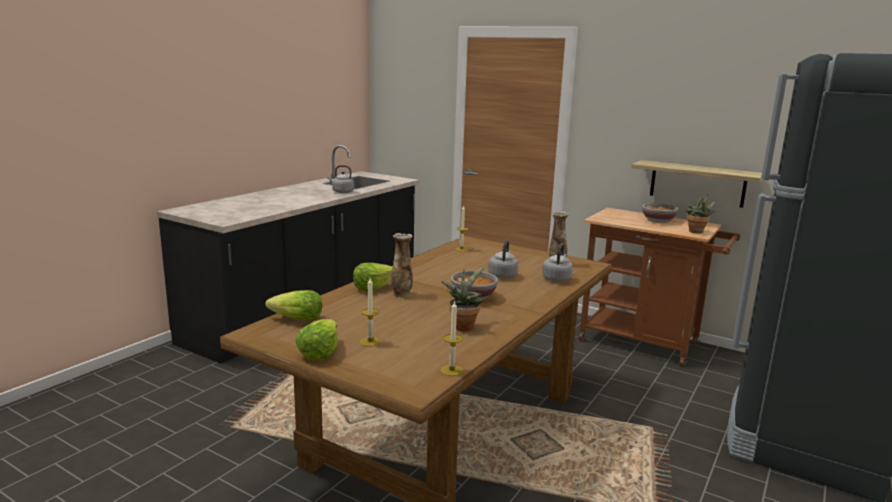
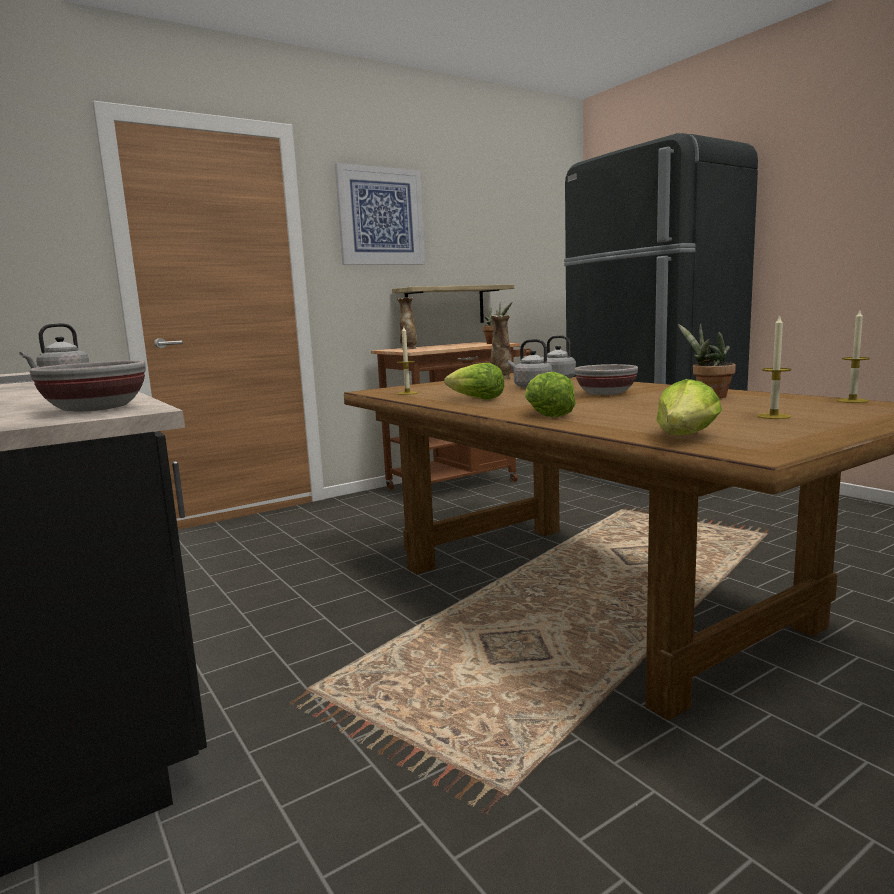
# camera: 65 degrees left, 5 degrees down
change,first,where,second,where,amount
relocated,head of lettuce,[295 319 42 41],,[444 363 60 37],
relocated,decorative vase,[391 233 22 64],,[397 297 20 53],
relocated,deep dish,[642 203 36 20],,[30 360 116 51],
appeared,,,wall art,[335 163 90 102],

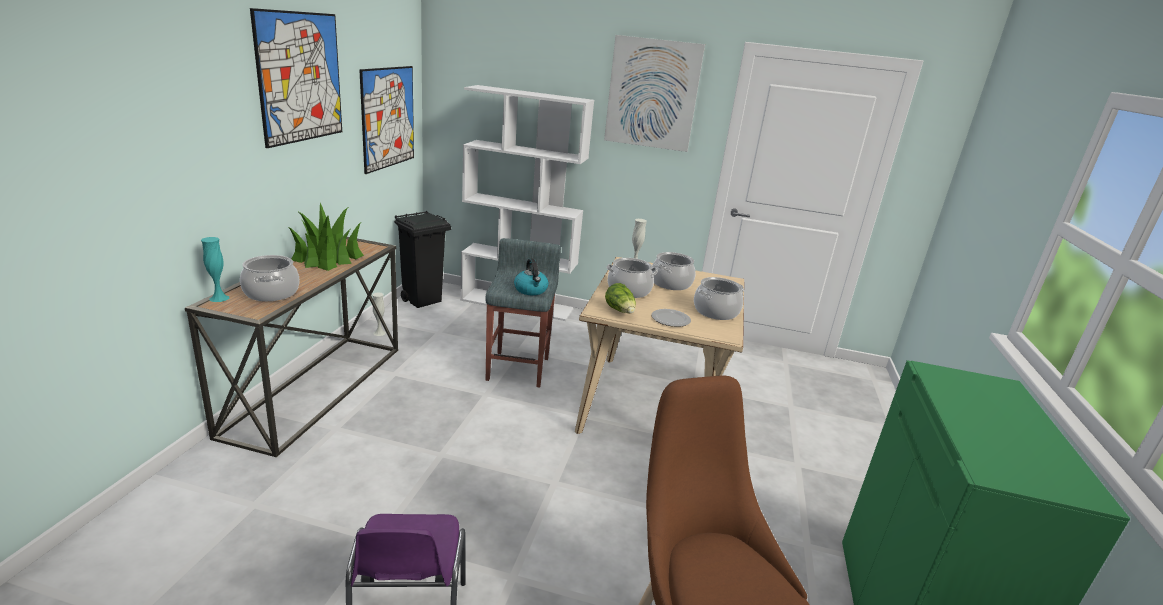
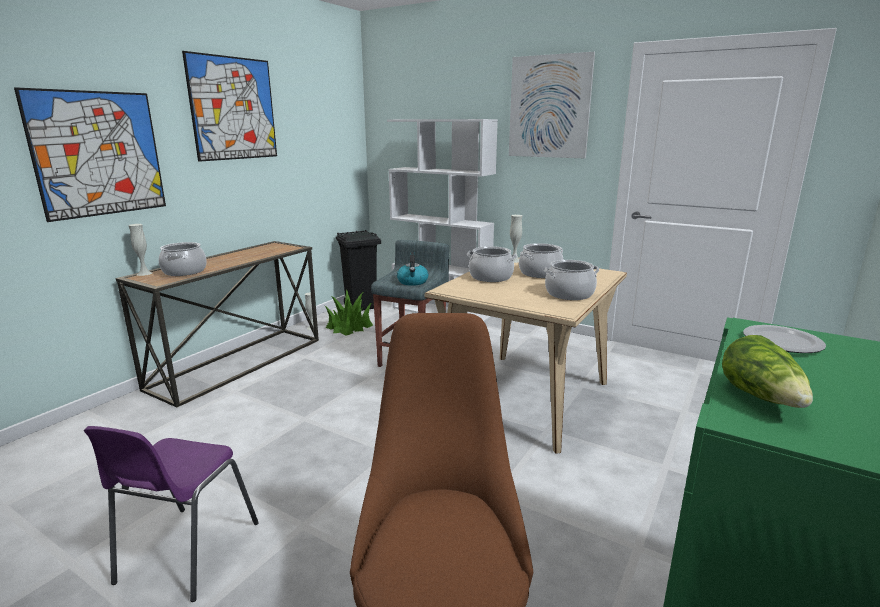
# camera: 20 degrees right, 5 degrees down
change,first,where,second,where,amount
colour,turquoise decorative vase,[201 237 28 65],white-coloured decorative vase,[128 224 24 52],
relocated,potted plant,[287 203 77 68],,[324 289 49 47],
relocated,wall art,[359 66 55 108],,[14 87 152 135],
relocated,head of lettuce,[605 283 31 30],,[722 335 91 73],
relocated,plate,[652 309 39 18],,[743 325 83 28],

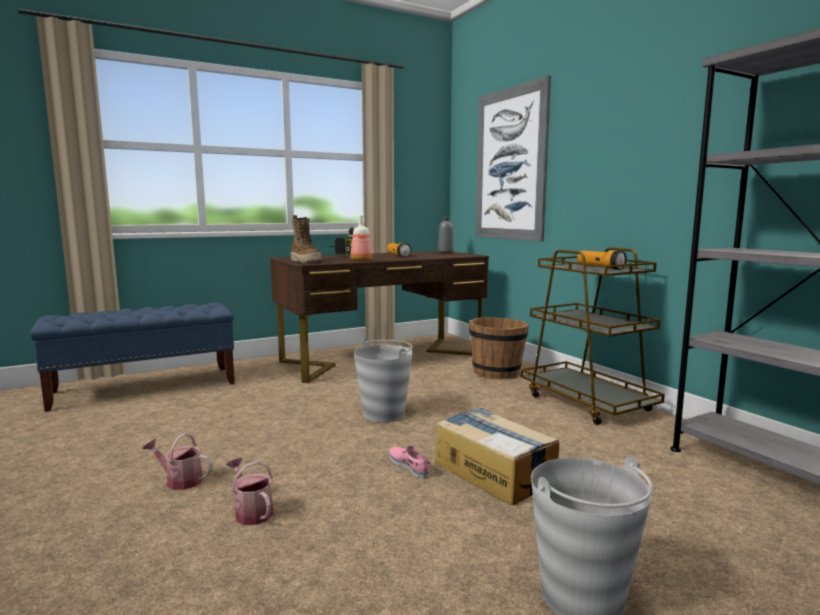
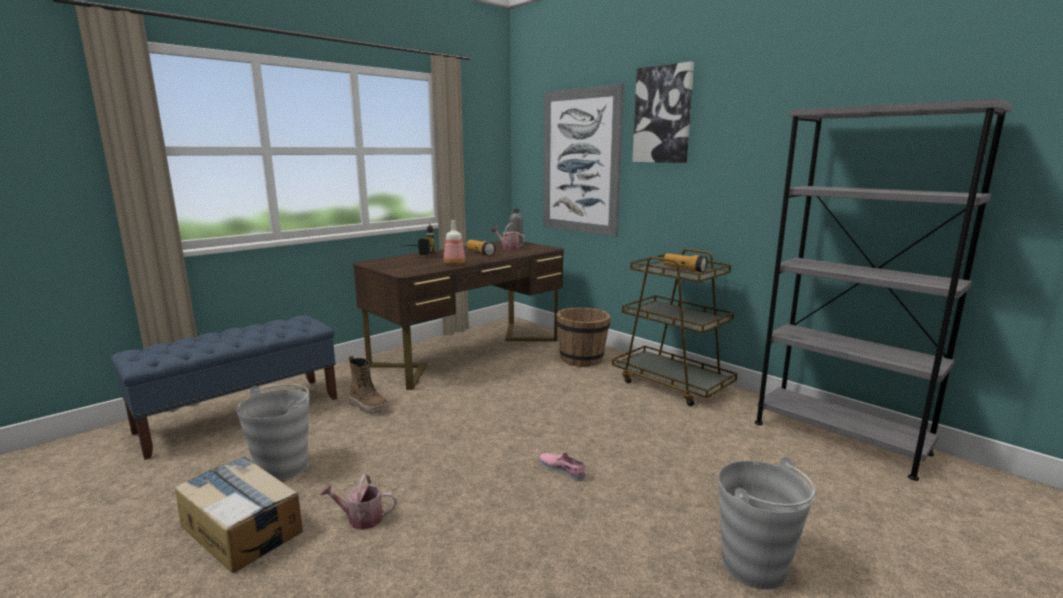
# camera: 15 degrees left, 5 degrees up
change,first,where,second,where,amount
relocated,watering can,[227 458 47 67],,[491 223 34 28],
relocated,tall boot,[290 215 31 48],,[349 355 39 59],
relocated,grey pail,[354 338 59 84],,[237 384 72 97],
relocated,carton,[435 408 124 97],,[175 456 128 117],
appeared,,,wall art,[632 62 62 101],

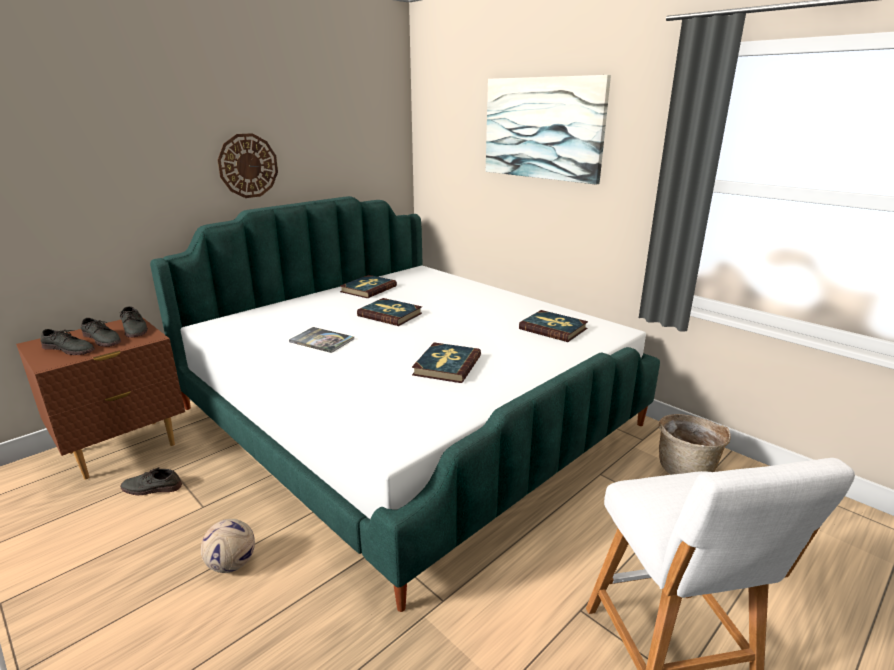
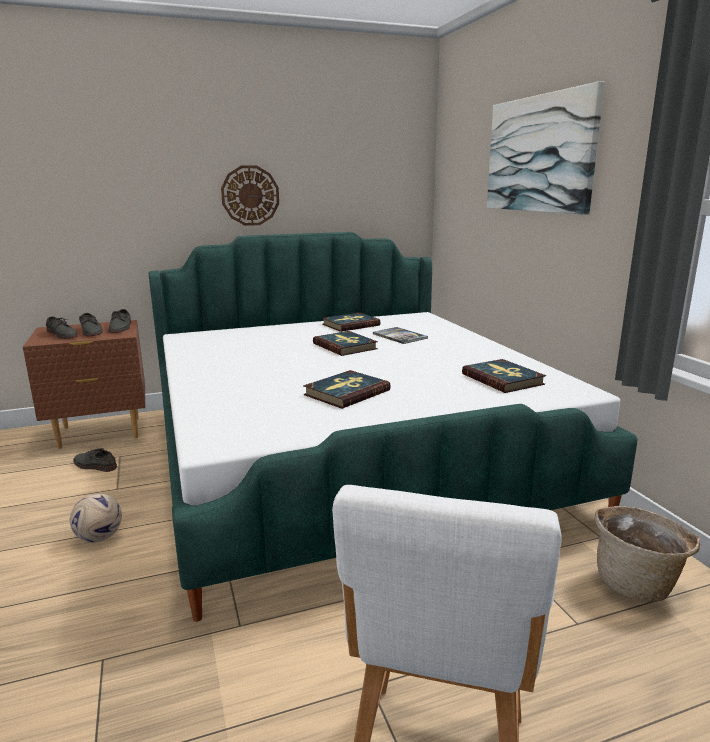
# camera: 25 degrees right, 5 degrees down
change,first,where,second,where,amount
relocated,volume,[289 327 65 26],,[373 327 55 17],

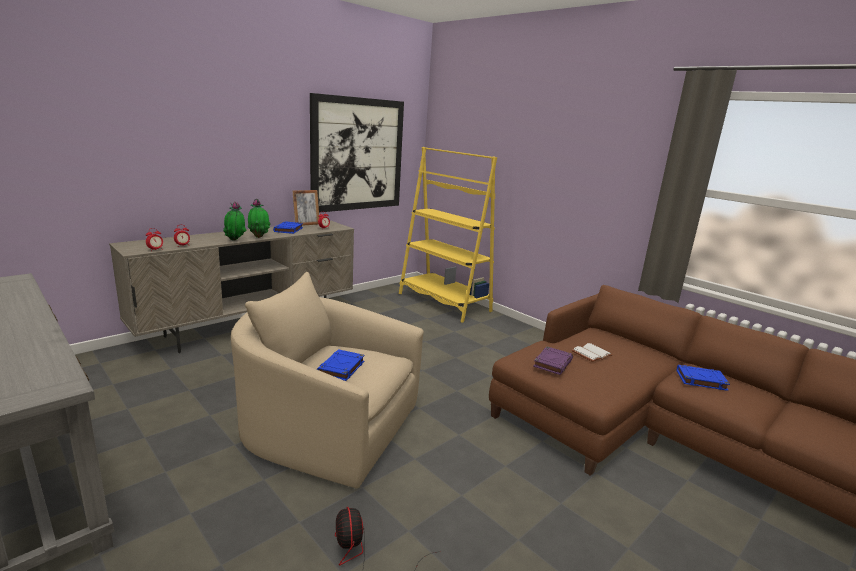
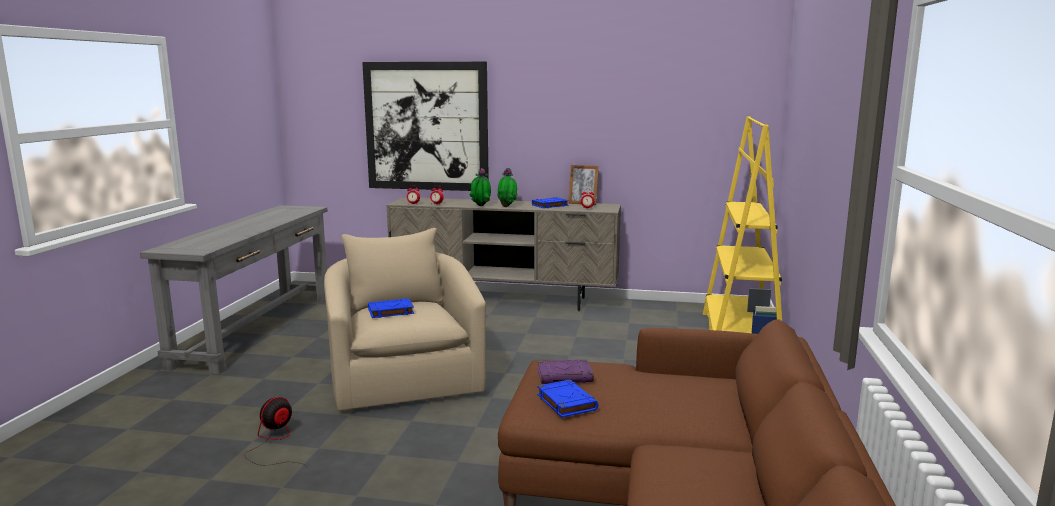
# camera: 55 degrees right, 5 degrees down
change,first,where,second,where,amount
relocated,wall art,[310 93 94 120],,[362 62 127 129],
missing,white-coloured volume,[572 343 40 19],,,
relocated,blue volume,[677 365 53 26],,[537 380 61 37],

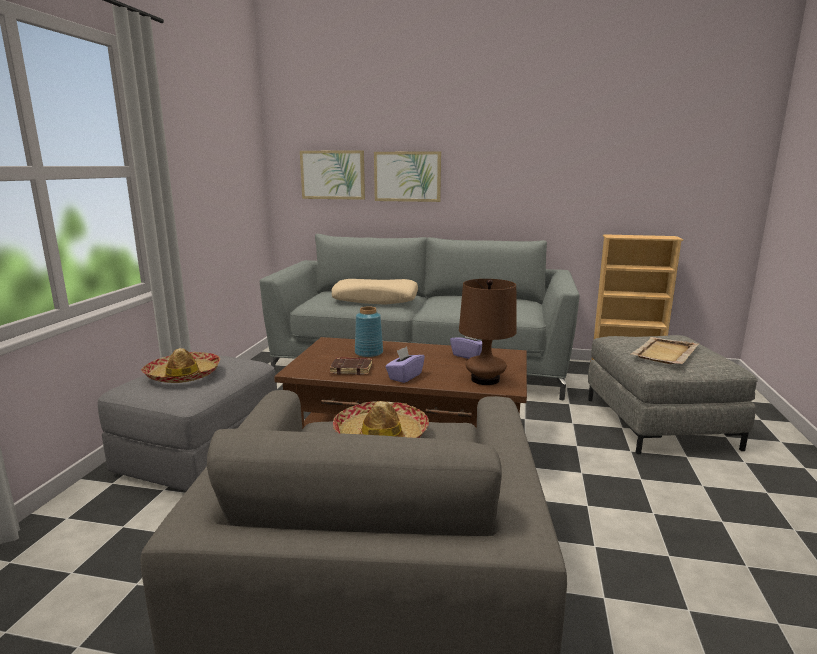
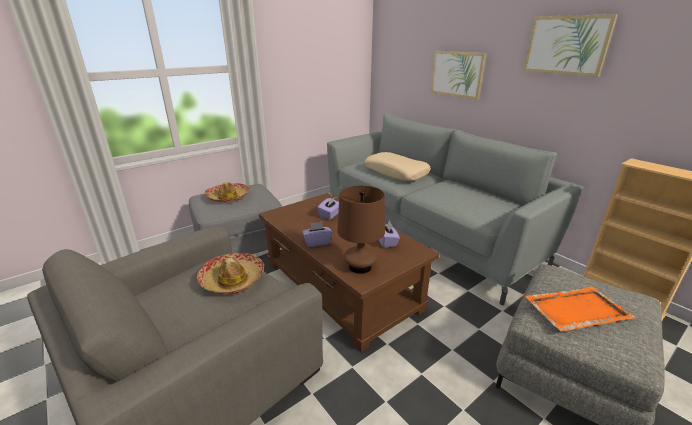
# camera: 40 degrees right, 10 degrees up
change,first,where,second,where,amount
relocated,wall art,[300 150 65 50],,[524 14 94 63],
missing,brownish volume,[329 357 43 18],,,
exchanged,blue decorative vase,[355 306 28 52],purple-coloured tissue box,[318 197 21 23],
colour,beige carrying tray,[631 337 68 27],orange-coloured carrying tray,[525 286 111 46],

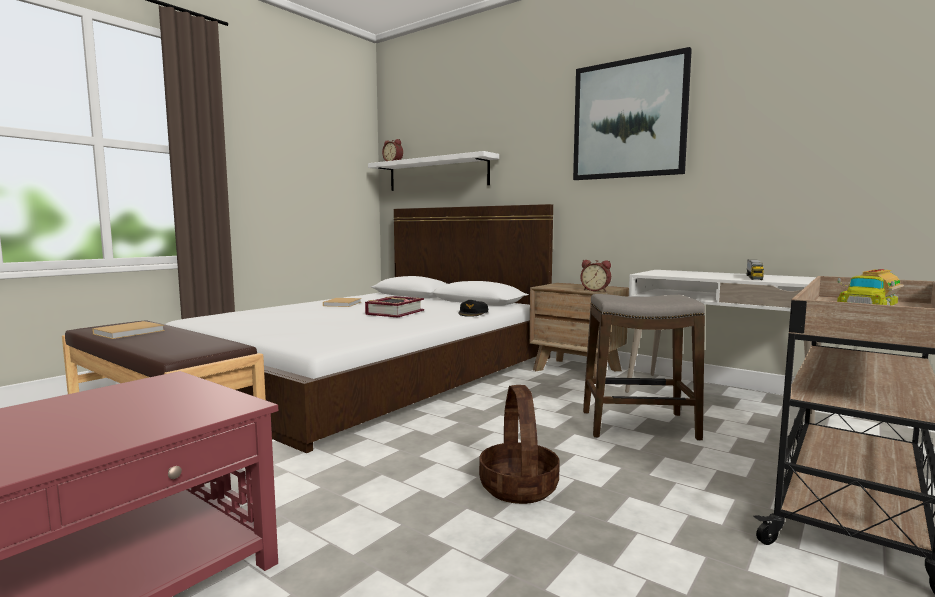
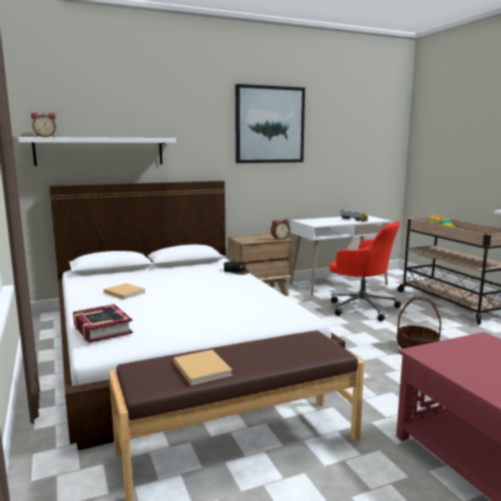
# camera: 60 degrees left, 5 degrees up
change,first,where,second,where,amount
relocated,volume,[365 296 59 22],,[73 304 60 39],
exchanged,sitting stool,[583 294 122 147],reddish desk chair,[329 221 72 100],

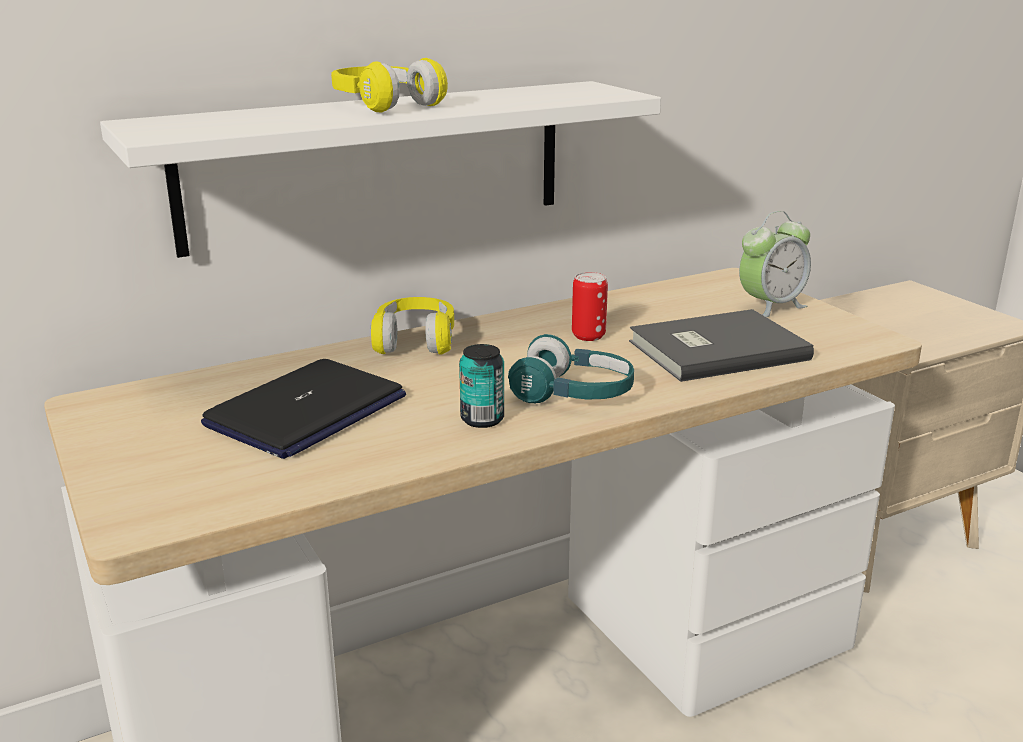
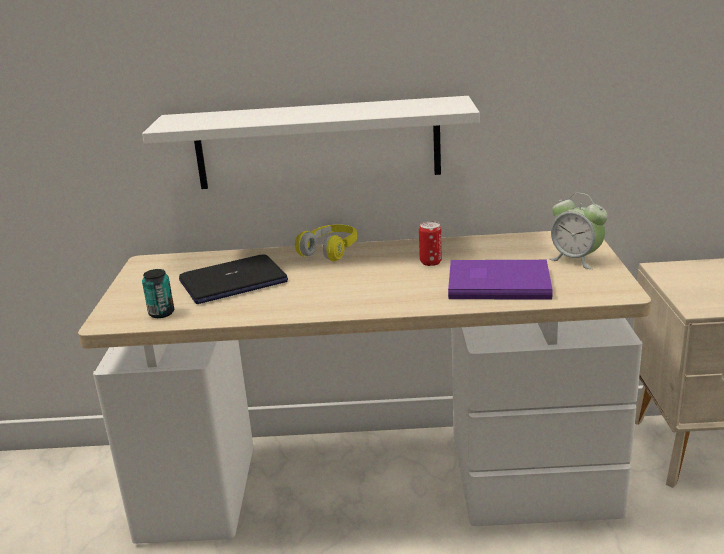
# camera: 30 degrees right, 0 degrees up
change,first,where,second,where,amount
missing,yellow-coloured pair of headphones,[331 58 117 55],,,
relocated,metal can,[459 344 45 84],,[142 269 32 49],
missing,turquoise pair of headphones,[508 334 126 69],,,
colour,grey volume,[629 309 185 73],purple-coloured volume,[448 260 105 40],
spun,alarm clock,[739 211 72 106],,[549 193 59 76],45 degrees clockwise

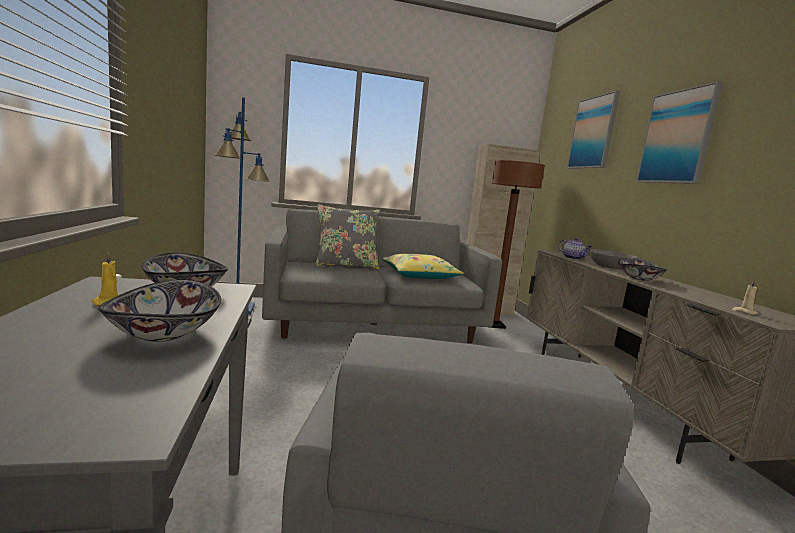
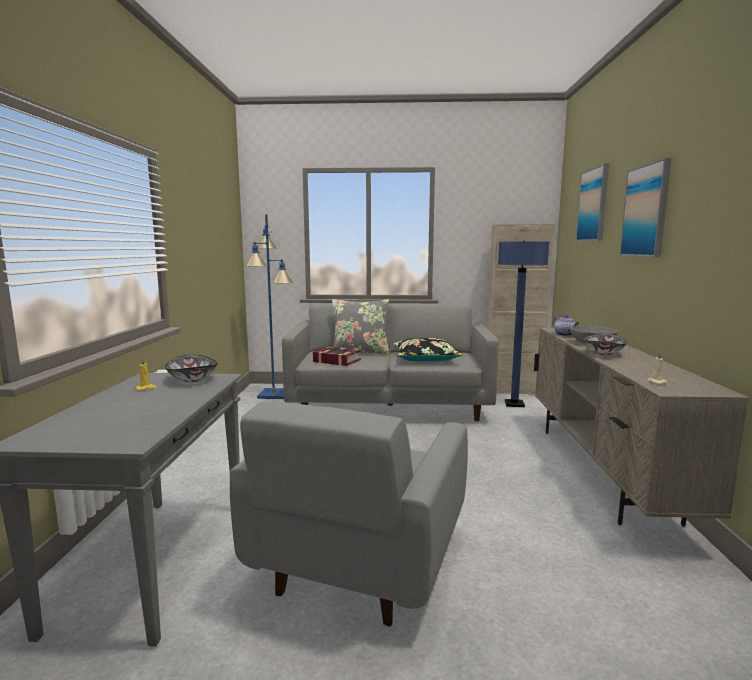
# camera: 15 degrees right, 0 degrees up
change,first,where,second,where,amount
missing,deep dish,[98 280 123 62],,,
colour,yellow-coloured throw pillow,[382 254 82 25],blackish throw pillow,[393 338 69 23],
colour,brownish floor lamp,[489 160 56 169],blue floor lamp,[498 241 51 166],
appeared,,,volume,[313 347 48 19],

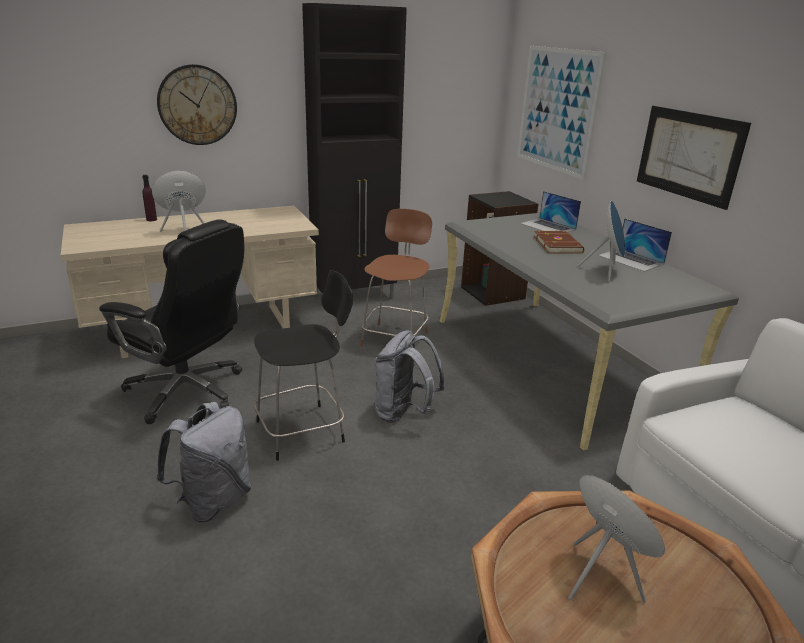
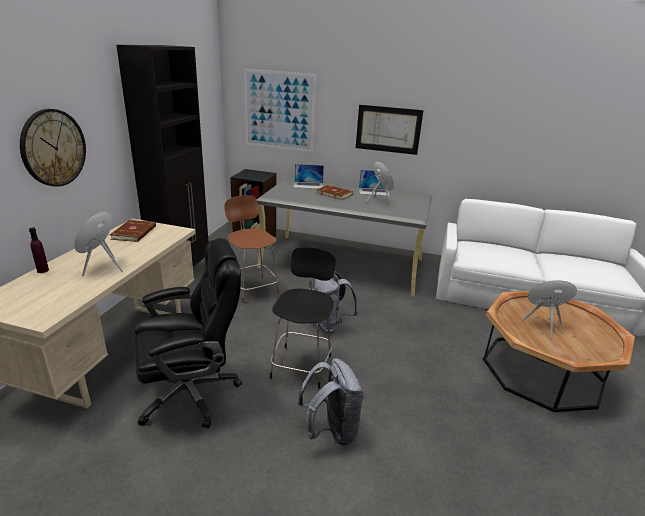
# camera: 50 degrees left, 0 degrees up
change,first,where,second,where,amount
appeared,,,brownish volume,[110 220 46 22],

